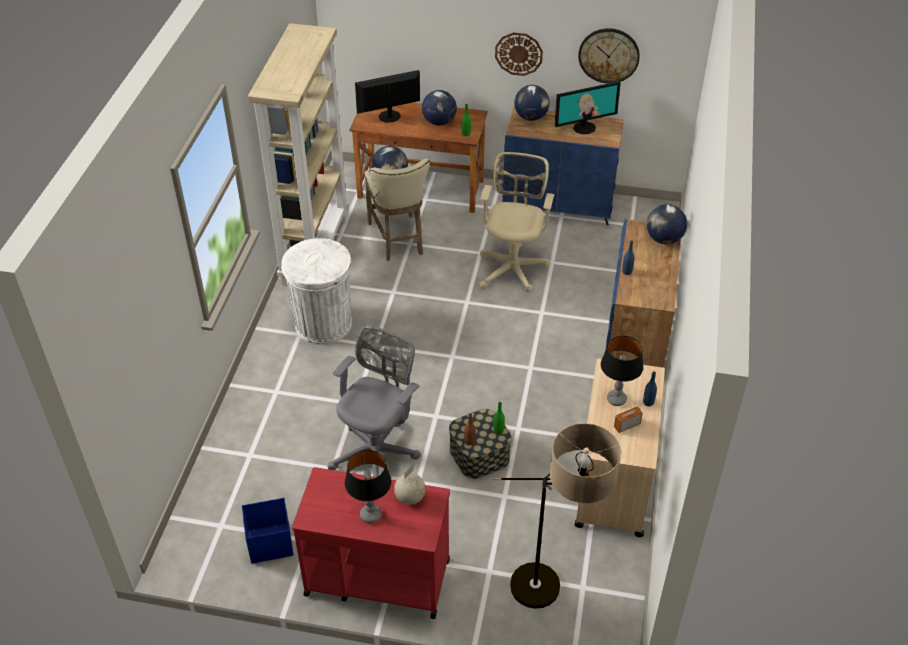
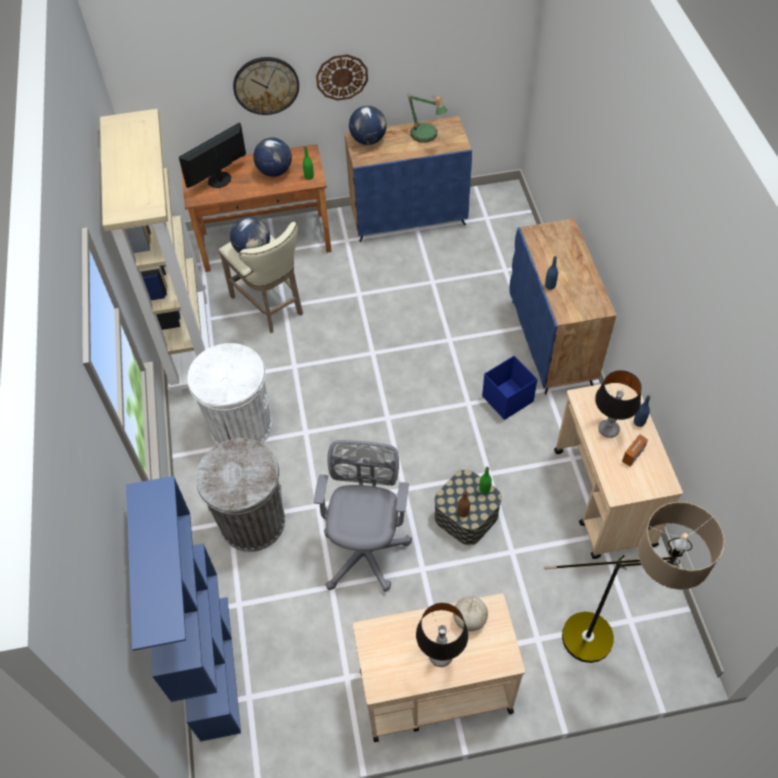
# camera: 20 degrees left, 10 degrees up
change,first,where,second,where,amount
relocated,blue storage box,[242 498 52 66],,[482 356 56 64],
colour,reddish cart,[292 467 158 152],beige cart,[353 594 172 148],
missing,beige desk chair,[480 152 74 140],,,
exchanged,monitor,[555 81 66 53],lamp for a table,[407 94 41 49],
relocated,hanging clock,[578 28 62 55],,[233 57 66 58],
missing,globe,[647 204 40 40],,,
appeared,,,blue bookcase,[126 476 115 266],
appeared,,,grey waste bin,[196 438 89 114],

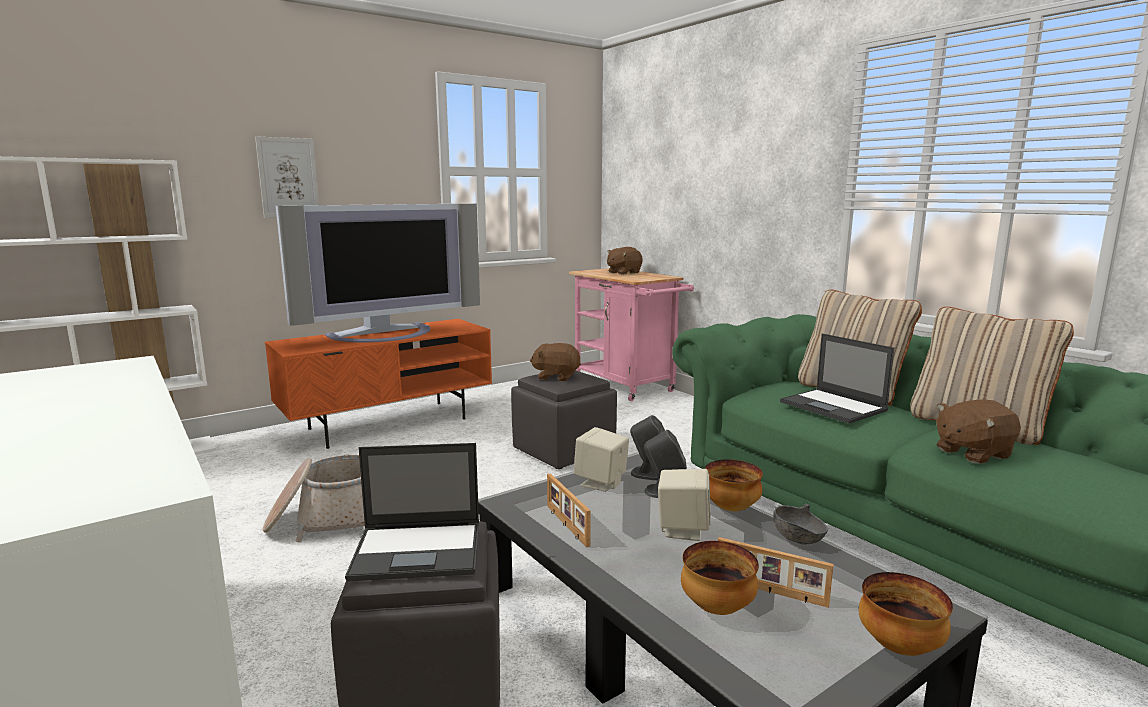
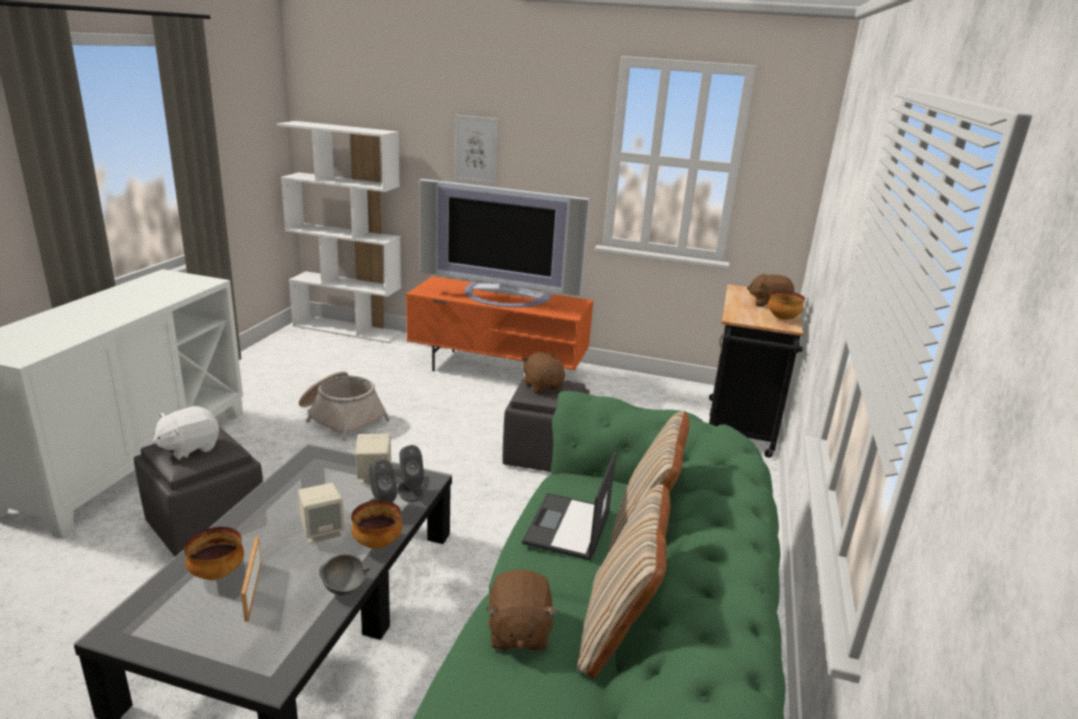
# camera: 50 degrees right, 10 degrees up
change,first,where,second,where,amount
exchanged,portable computer,[345 443 134 138],white-coloured plush toy,[152 406 67 54],
missing,standing frame,[547 473 44 74],,,
colour,pink-coloured cart,[569 268 125 133],blackish cart,[709 284 94 174],
relocated,deep dish,[859 572 94 84],,[768 290 37 30],
spun,brownish plush toy,[936 399 85 65],,[485 569 73 81],120 degrees counterclockwise

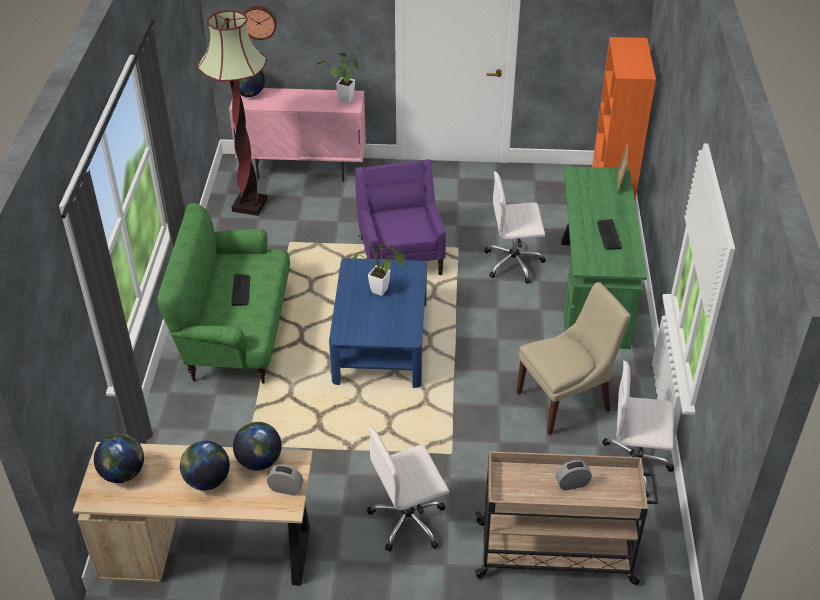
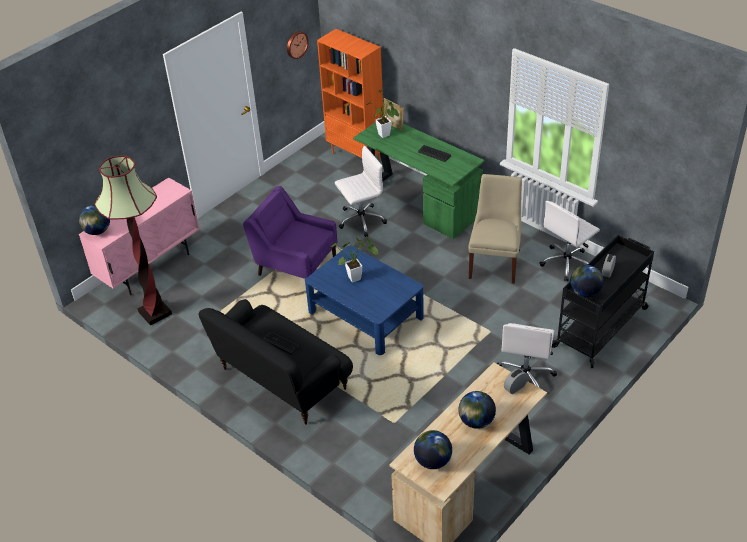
# camera: 50 degrees left, 0 degrees up
change,first,where,second,where,amount
colour,green-coloured sofa,[157 203 133 181],blackish sofa,[198 299 155 126],
relocated,globe,[233 422 49 48],,[570 265 34 33],
relocated,hanging clock,[243 6 34 34],,[287 31 22 28],
relocated,potted plant,[315 46 47 57],,[367 90 32 48],
colour,beige cart,[475 451 183 134],blackish cart,[552 235 102 133],
spun,white-coloured desk chair,[484 171 62 113],,[335 146 52 91],150 degrees counterclockwise

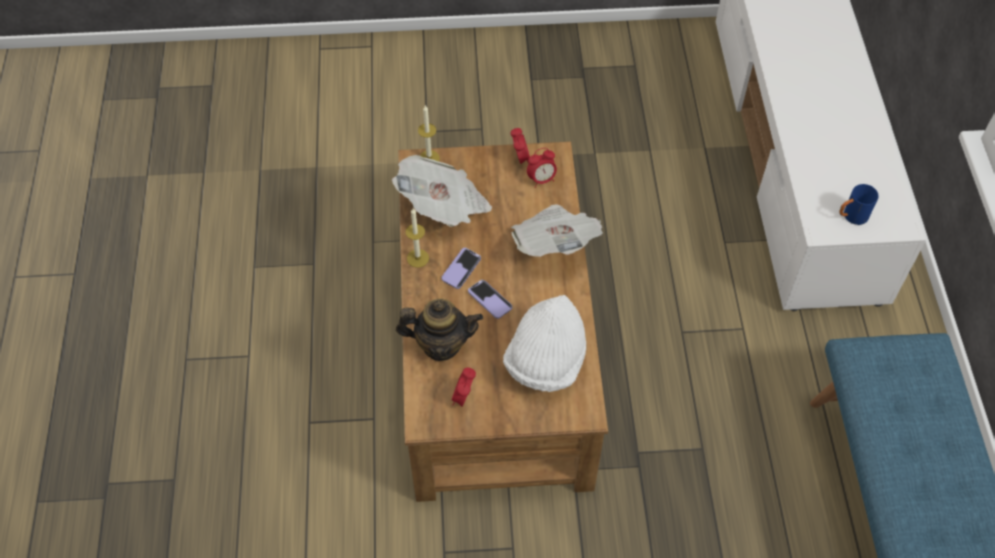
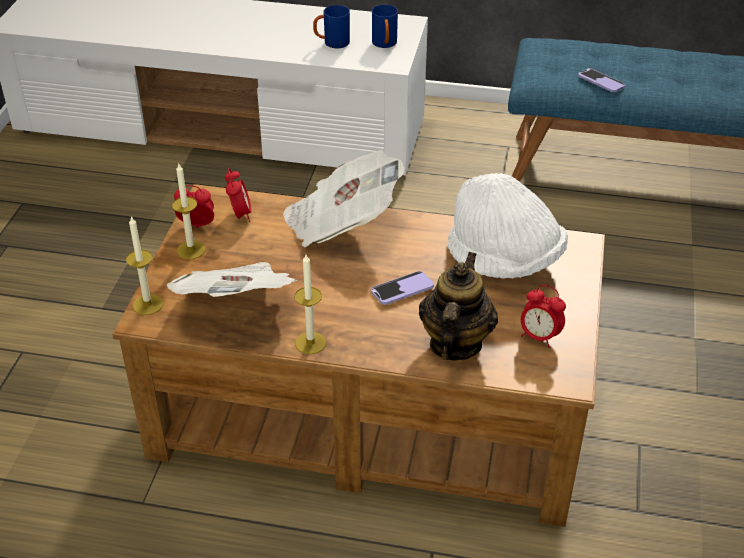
# camera: 75 degrees left, 15 degrees down
change,first,where,second,where,amount
relocated,handset,[441 248 40 41],,[578 68 48 24],
appeared,,,candle,[172 164 33 96],
appeared,,,blue tea mug,[313 5 37 43],

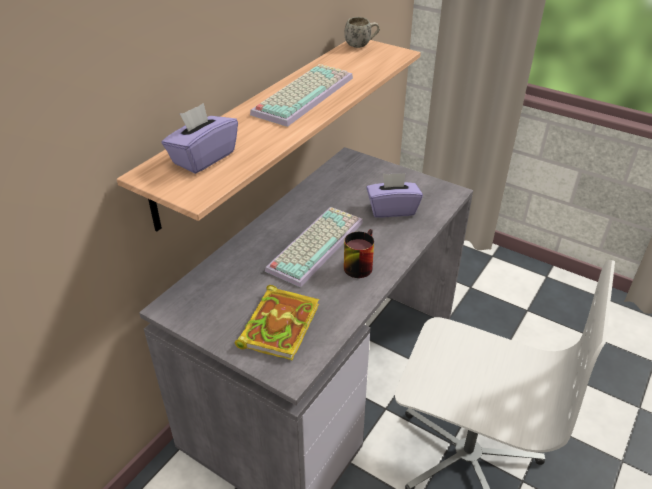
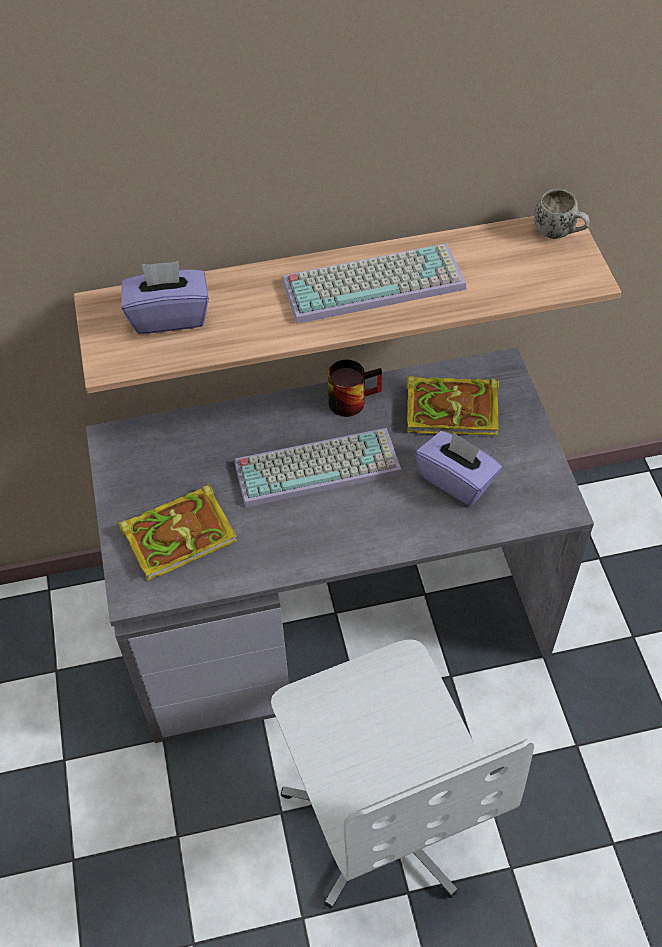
# camera: 45 degrees right, 15 degrees up
change,first,where,second,where,amount
relocated,tea mug,[344 229 30 49],,[328 360 54 57],
appeared,,,volume,[406 376 93 59],

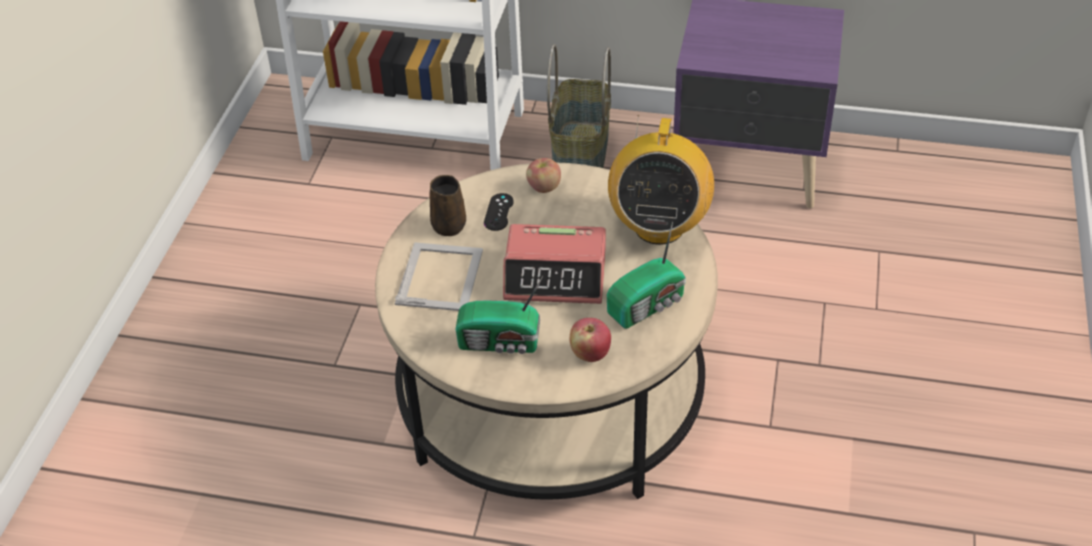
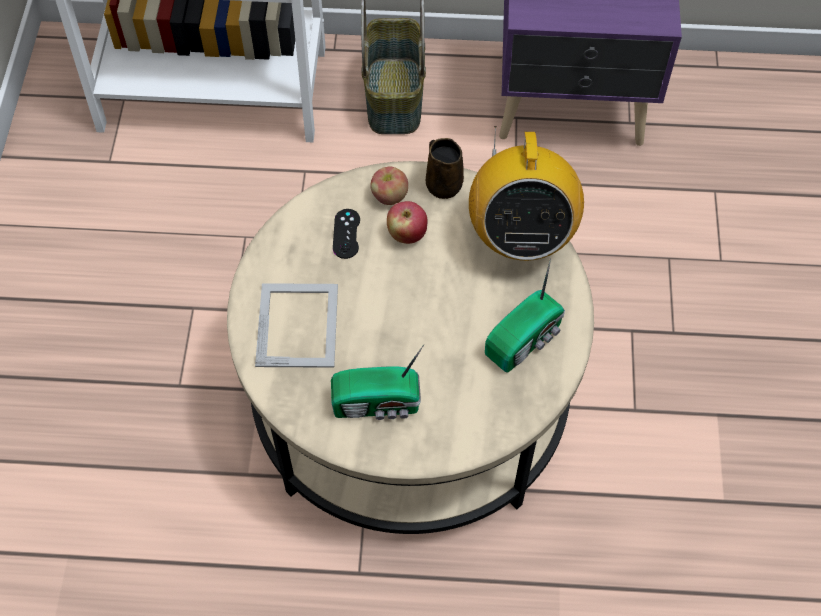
# camera: 10 degrees left, 15 degrees up
change,first,where,second,where,amount
relocated,brownish tea mug,[430 175 36 61],,[426 138 38 61],
missing,alarm clock,[503 224 103 80],,,
relocated,whole apple,[570 318 41 44],,[387 201 41 43],

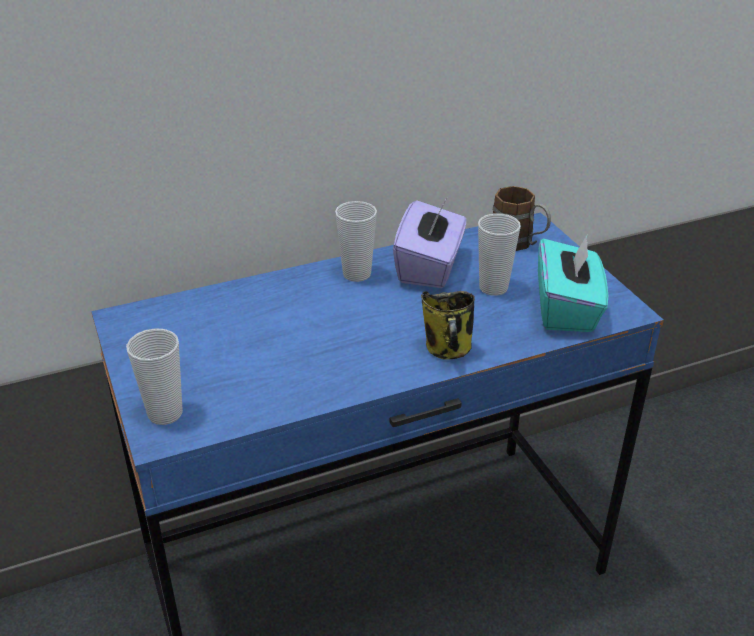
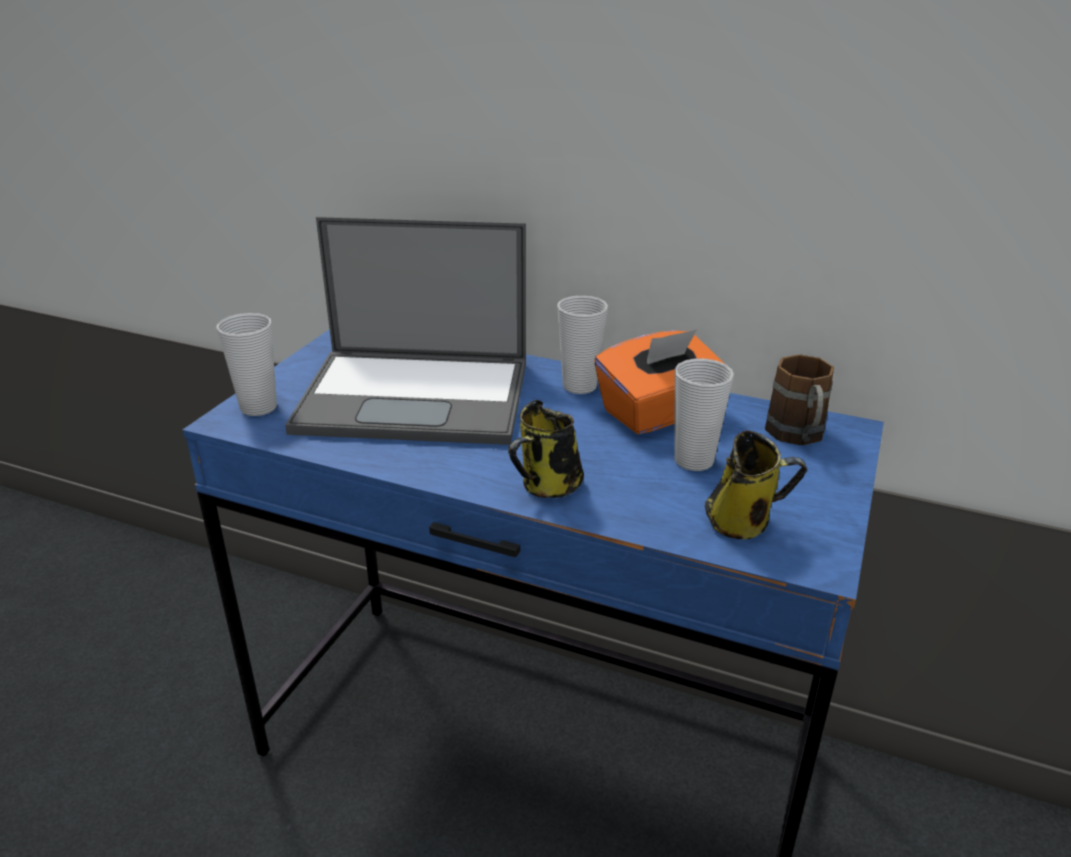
# camera: 45 degrees right, 5 degrees down
change,first,where,second,where,amount
colour,purple-coloured tissue box,[393 197 73 91],orange-coloured tissue box,[594 329 131 105],
exchanged,turquoise tissue box,[538 235 70 97],tea mug,[705 430 102 109],
appeared,,,portable computer,[285 216 241 229],

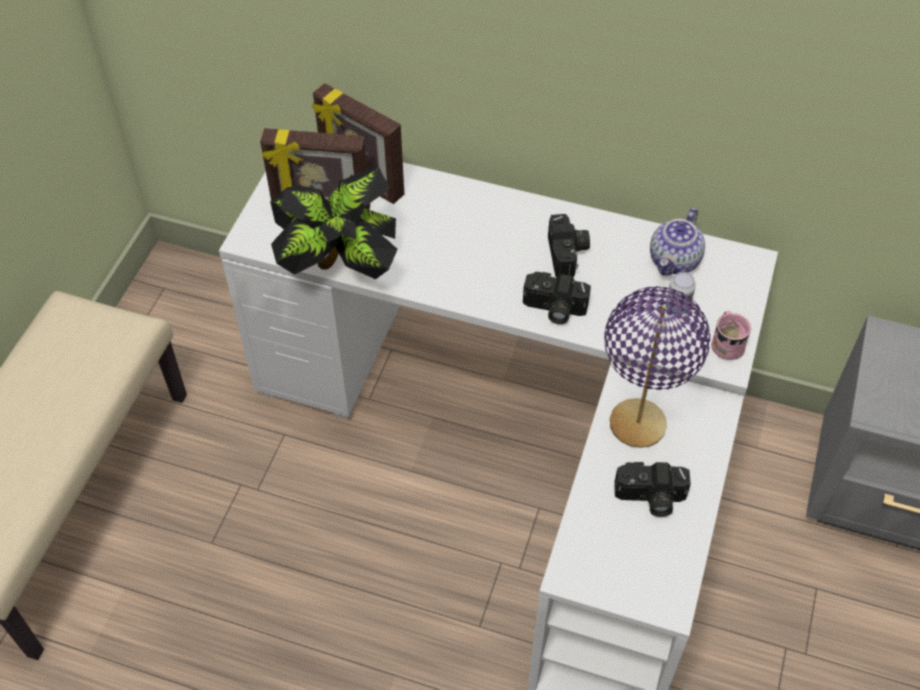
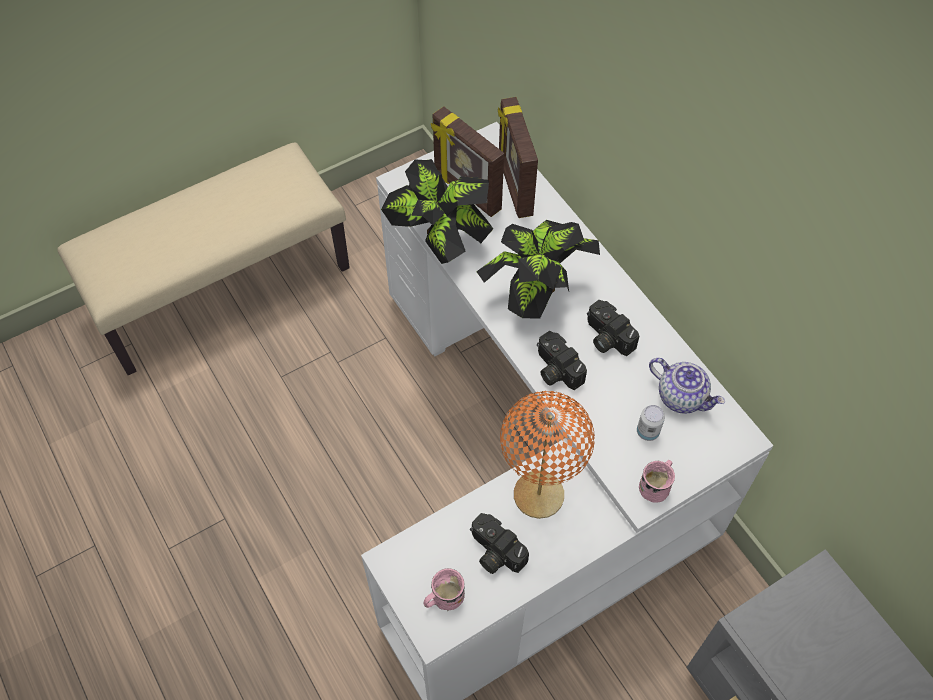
# camera: 40 degrees right, 5 degrees up
change,first,where,second,where,amount
spun,photo camera,[548 214 42 64],,[587 300 52 56],105 degrees clockwise
colour,purple-coloured lamp for a table,[604 286 106 162],orange-coloured lamp for a table,[500 391 95 128],
spun,tea pot,[650 208 55 68],,[649 358 76 56],120 degrees counterclockwise
appeared,,,pink-coloured tea mug,[424 568 41 43],
appeared,,,potted plant,[476 220 124 99],

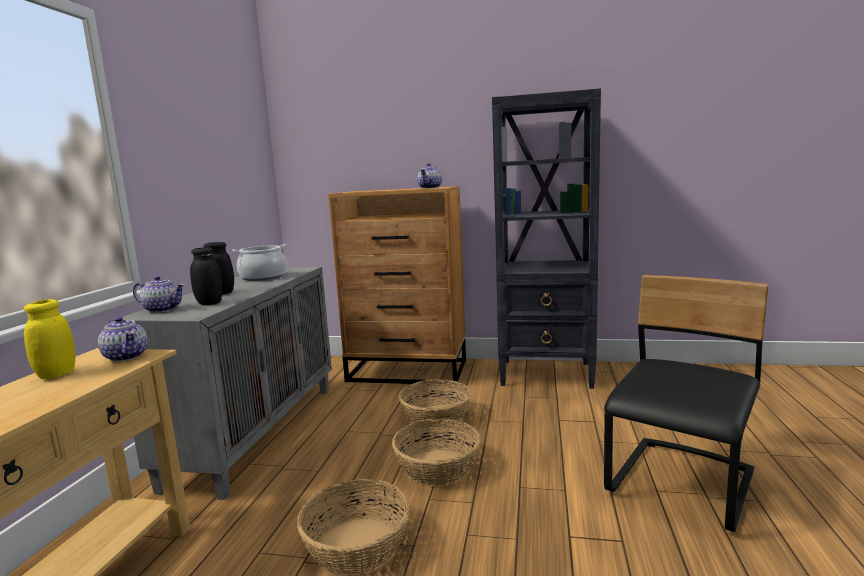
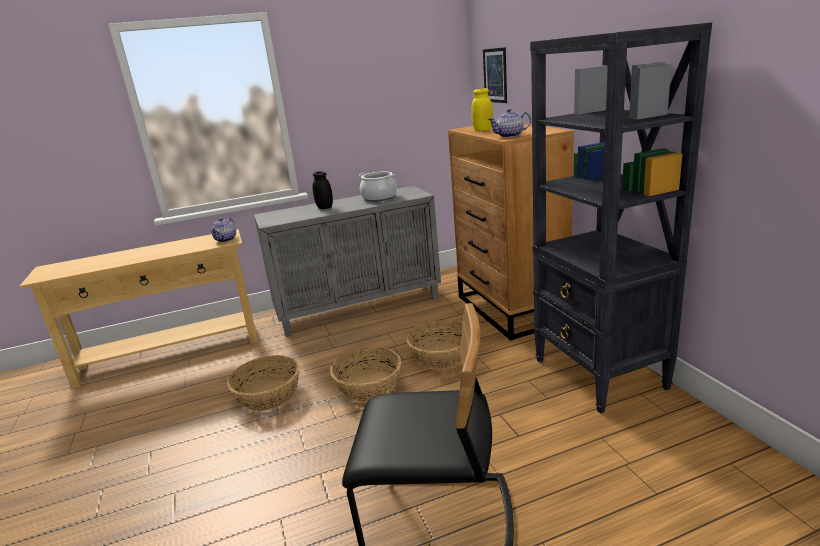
# camera: 60 degrees right, 10 degrees up
change,first,where,second,where,amount
relocated,yellow-coloured preserve jar,[24 299 52 80],,[471 88 22 43],
missing,tea pot,[133 276 52 37],,,
missing,blackish preserve jar,[190 247 33 58],,,
appeared,,,wall art,[483 47 24 56],

